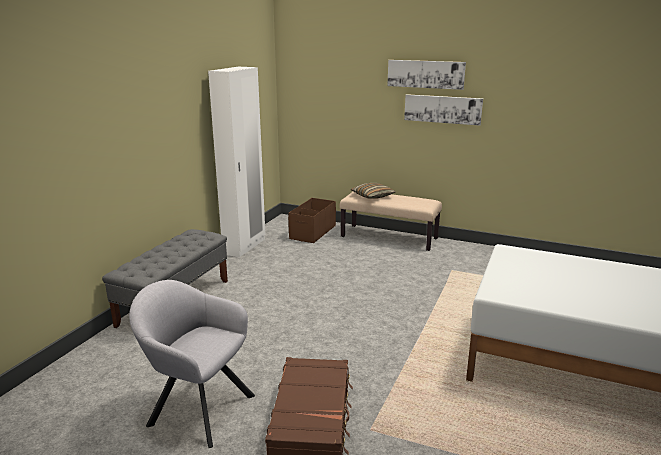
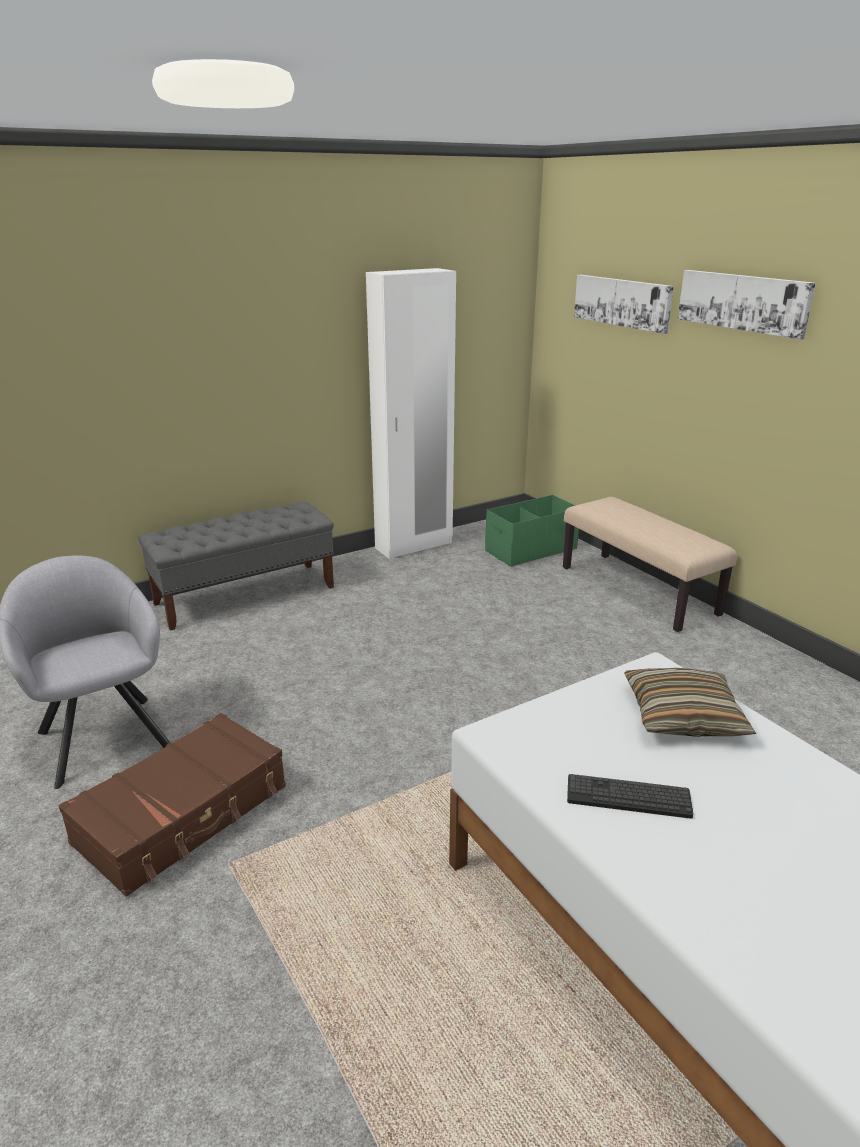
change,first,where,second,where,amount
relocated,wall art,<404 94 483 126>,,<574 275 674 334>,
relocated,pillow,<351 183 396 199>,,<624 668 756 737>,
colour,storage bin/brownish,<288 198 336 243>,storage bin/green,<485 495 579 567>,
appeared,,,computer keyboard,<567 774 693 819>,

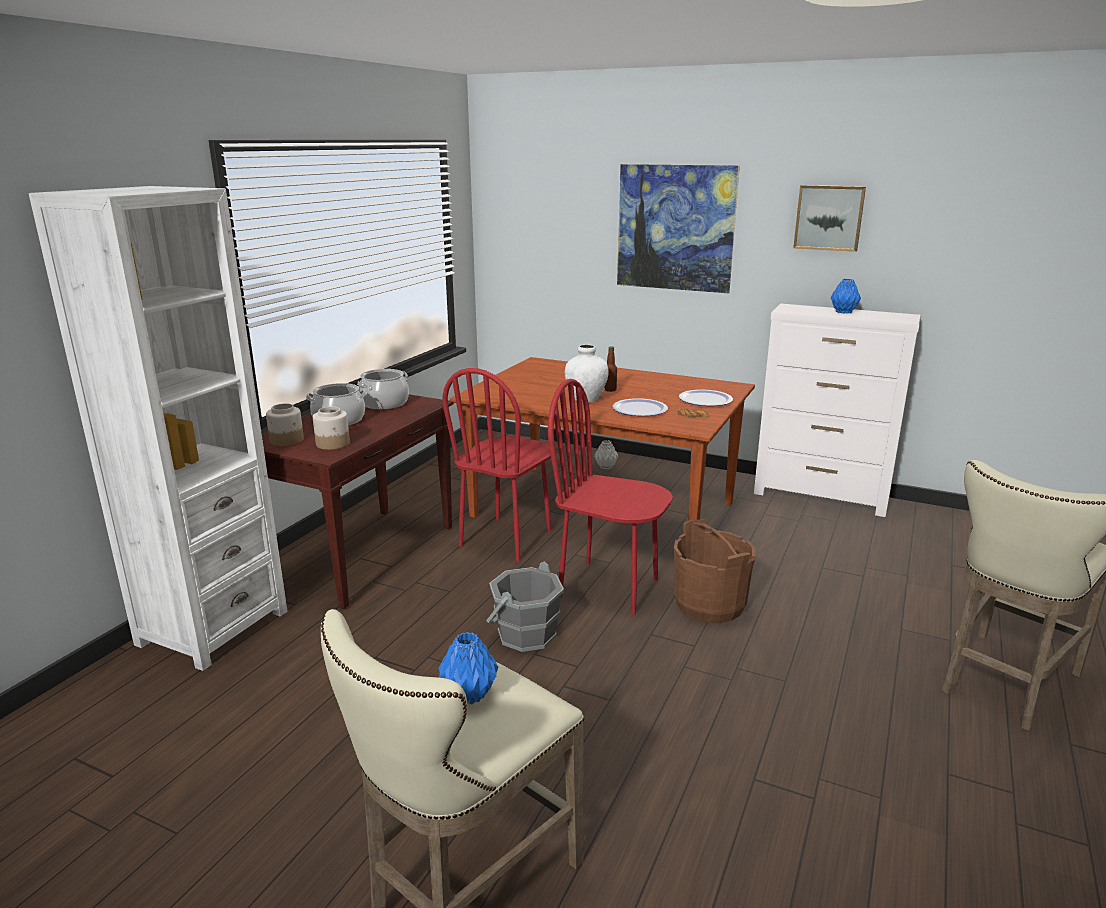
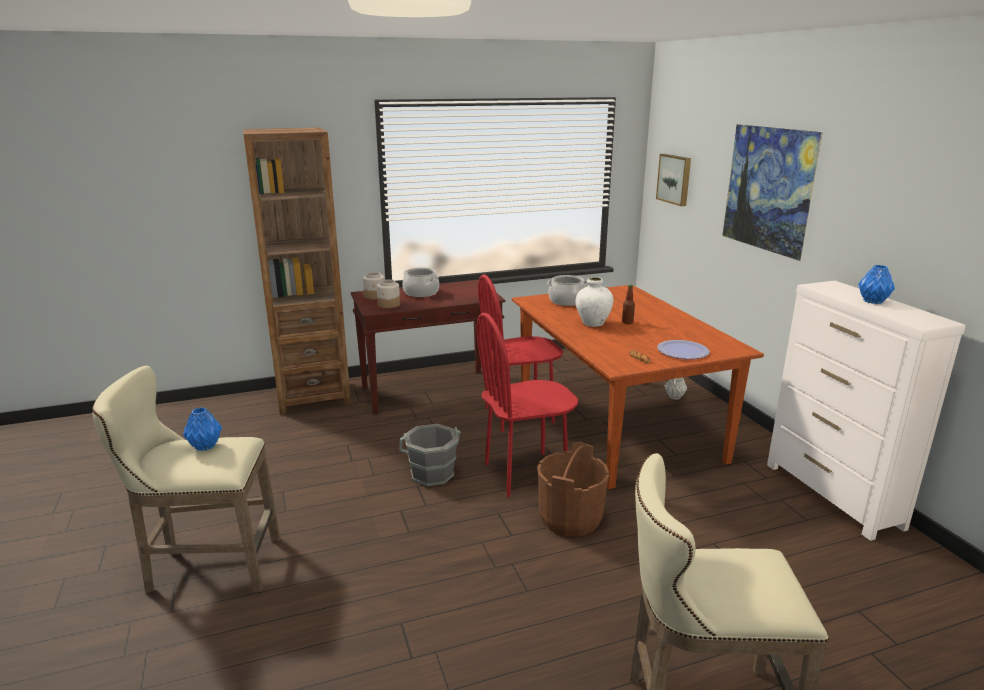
change,first,where,second,where,amount
relocated,wall art,<793 185 866 252>,,<656 154 691 206>,
colour,shelving unit/white,<29 186 287 671>,shelving unit/brownish,<243 128 351 414>,
relocated,saucepot,<357 369 409 409>,,<547 275 588 306>,
spun,plain chair/red-coloured,<548 379 673 615>,,<476 313 578 497>,90 degrees counterclockwise
missing,flat dish,<612 398 668 416>,,,

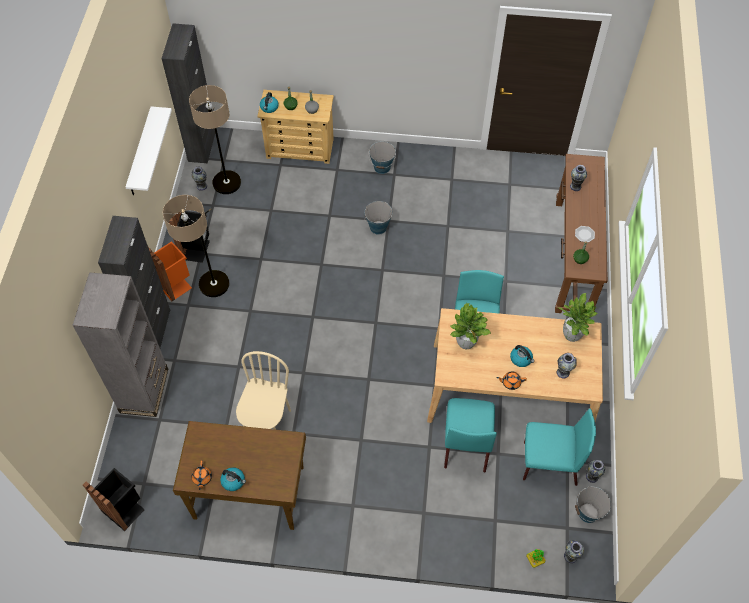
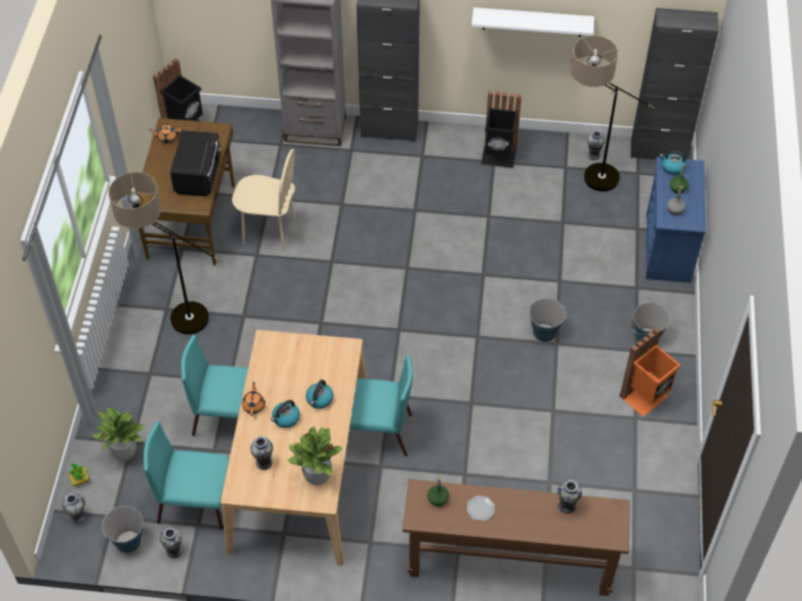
change,first,where,second,where,amount
colour,drawer chest/sand-coloured,<257 90 334 164>,drawer chest/blue-coloured,<646 157 706 283>,
relocated,floor lamp,<163 195 229 297>,,<108 172 223 334>,
relocated,waste bin/orangey,<148 241 192 301>,,<620 328 681 416>,
relocated,potted plant,<450 303 491 349>,,<93 408 145 461>,
spun,plain chair/blue-green,<523 408 596 486>,,<143 421 230 530>,90 degrees clockwise
relocated,water kettle,<220 468 246 491>,,<306 380 334 409>,
appeared,,,microwave/blackish,<170 130 221 196>,

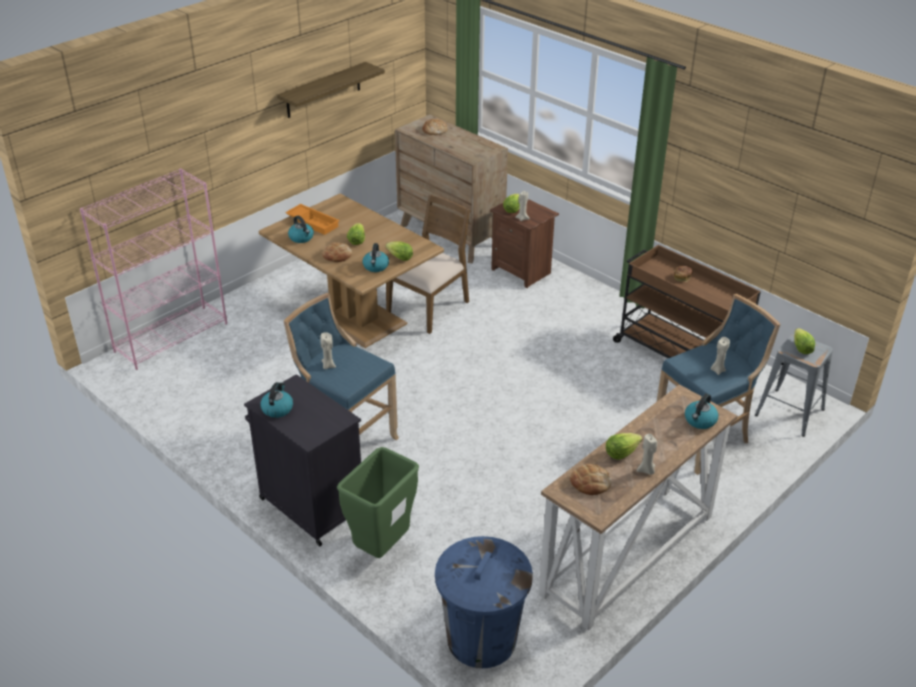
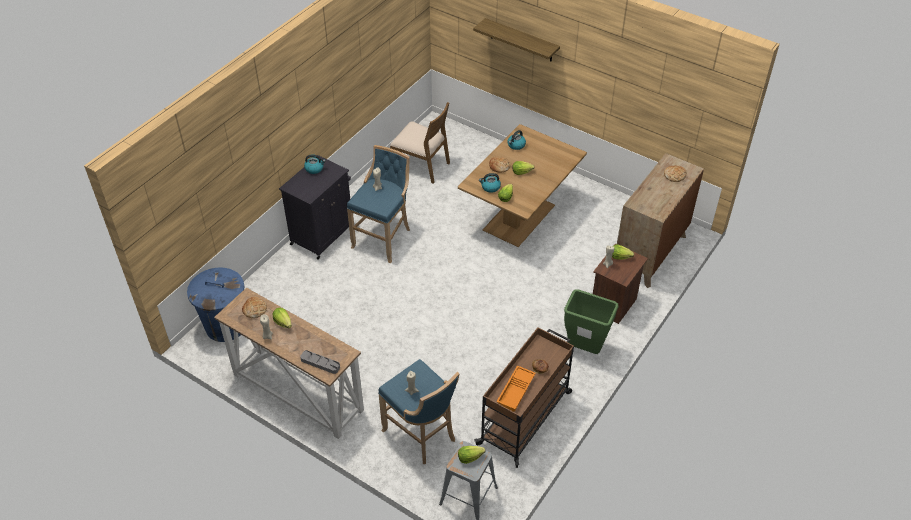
change,first,where,second,where,amount
relocated,shelf,<277 62 385 118>,,<473 18 560 61>,
missing,shelving unit/pink-coloured,<80 168 227 370>,,,
relocated,plain chair/brownish,<386 194 470 334>,,<390 102 450 184>,
relocated,serving tray/orangey,<285 204 340 235>,,<496 366 536 412>,
exchanged,water kettle,<685 393 718 429>,serving tray/grey,<300 350 340 374>,
relocated,waste bin/green,<337 447 419 558>,,<564 289 618 354>,

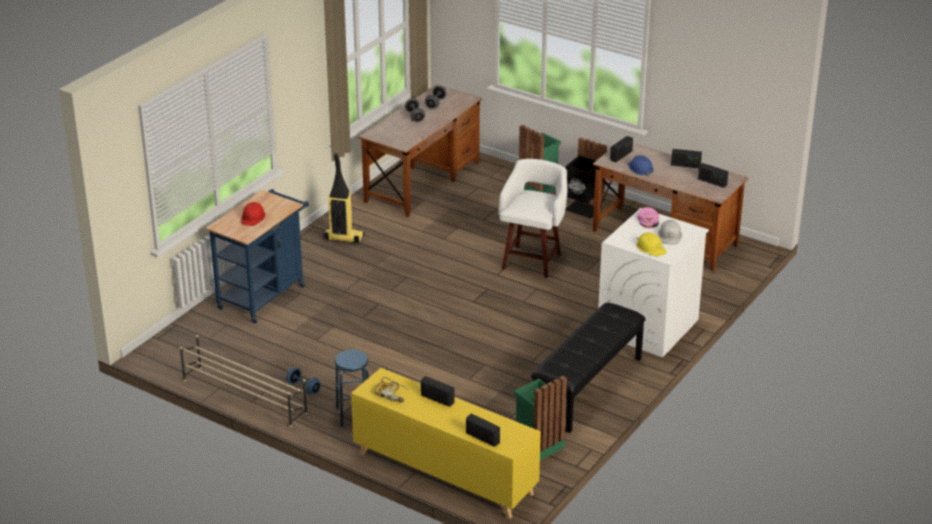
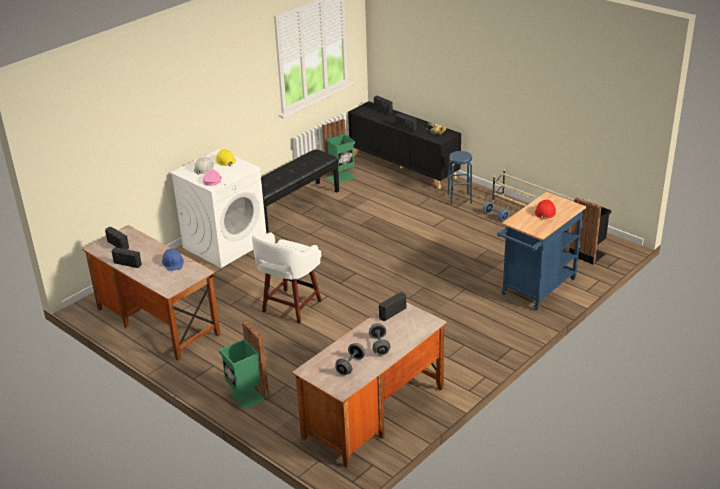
change,first,where,second,where,amount
relocated,radio,<610 136 633 162>,,<379 292 406 321>,
relocated,waste bin/blackish,<565 137 607 219>,,<569 197 611 264>,
missing,vacuum cleaner,<323 153 365 244>,,,
colour,storage cabinet/yellow-coloured,<351 368 541 519>,storage cabinet/blackish,<348 101 461 189>,

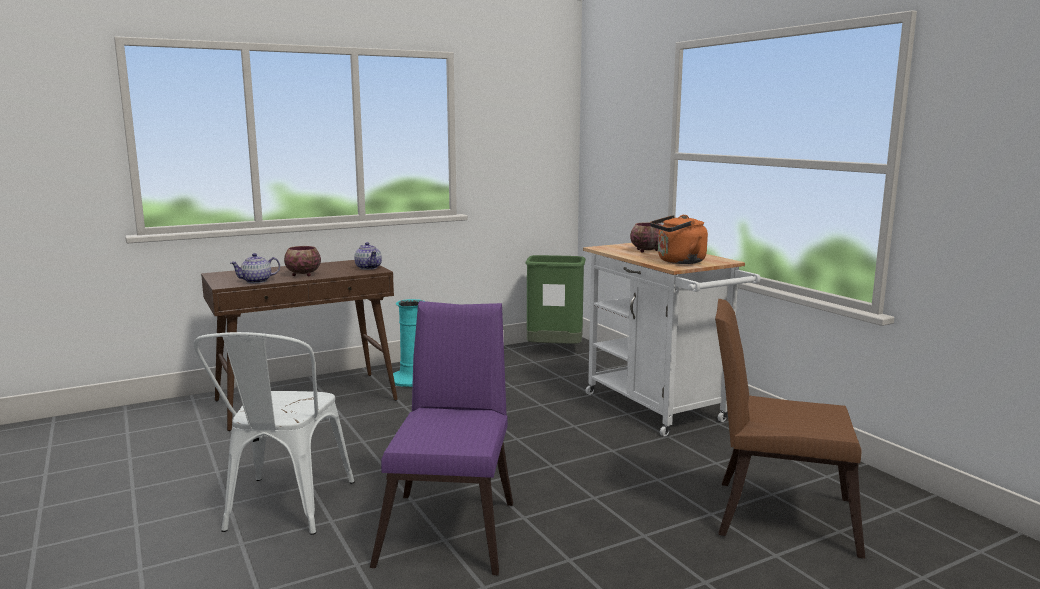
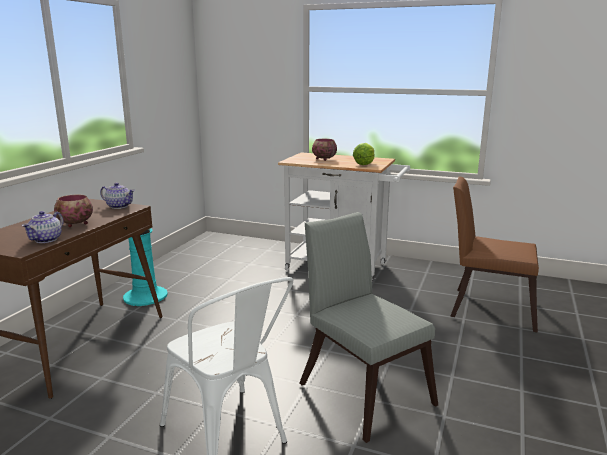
change,first,where,second,where,amount
exchanged,water kettle/orangey,<650 215 708 264>,lettuce head,<353 143 375 165>,
missing,waste bin/green,<525 255 586 344>,,,
spun,plain chair/brownish,<715 299 865 559>,,<450 176 539 332>,45 degrees clockwise
colour,plain chair/purplish,<370 301 513 575>,plain chair/grey,<300 212 438 443>,

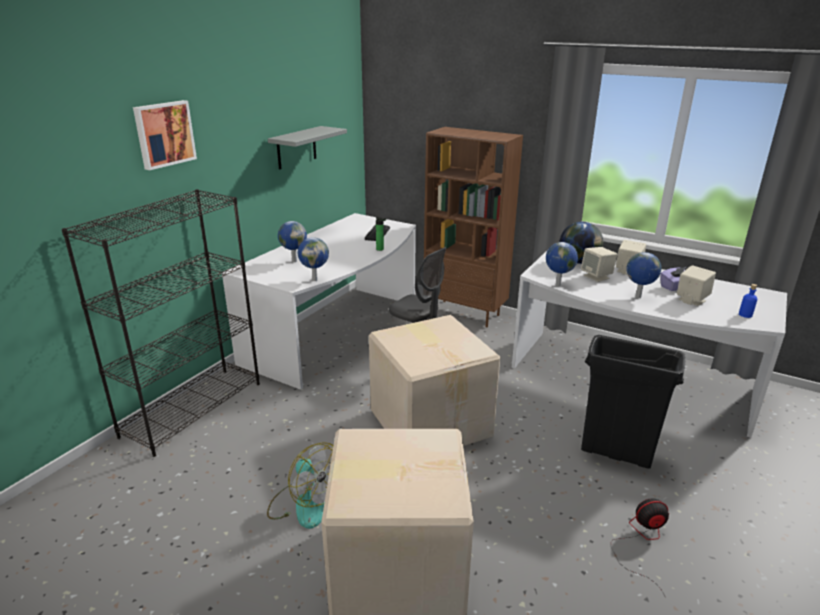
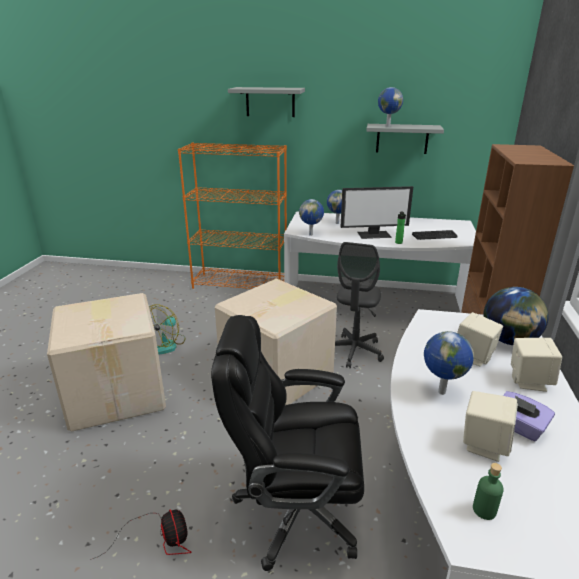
change,first,where,second,where,amount
exchanged,wall art,<133 100 197 170>,shelf/grey,<228 87 305 117>,
colour,shelving unit/blackish,<62 189 260 457>,shelving unit/orangey,<178 142 287 289>,
relocated,globe,<546 242 578 287>,,<378 87 403 126>,
colour,bottle/blue-coloured,<739 284 757 318>,bottle/green,<473 463 504 520>,
exchanged,waste bin/blackish,<581 335 686 469>,desk chair/blackish,<211 315 364 571>,
appeared,,,monitor,<341 186 413 239>,

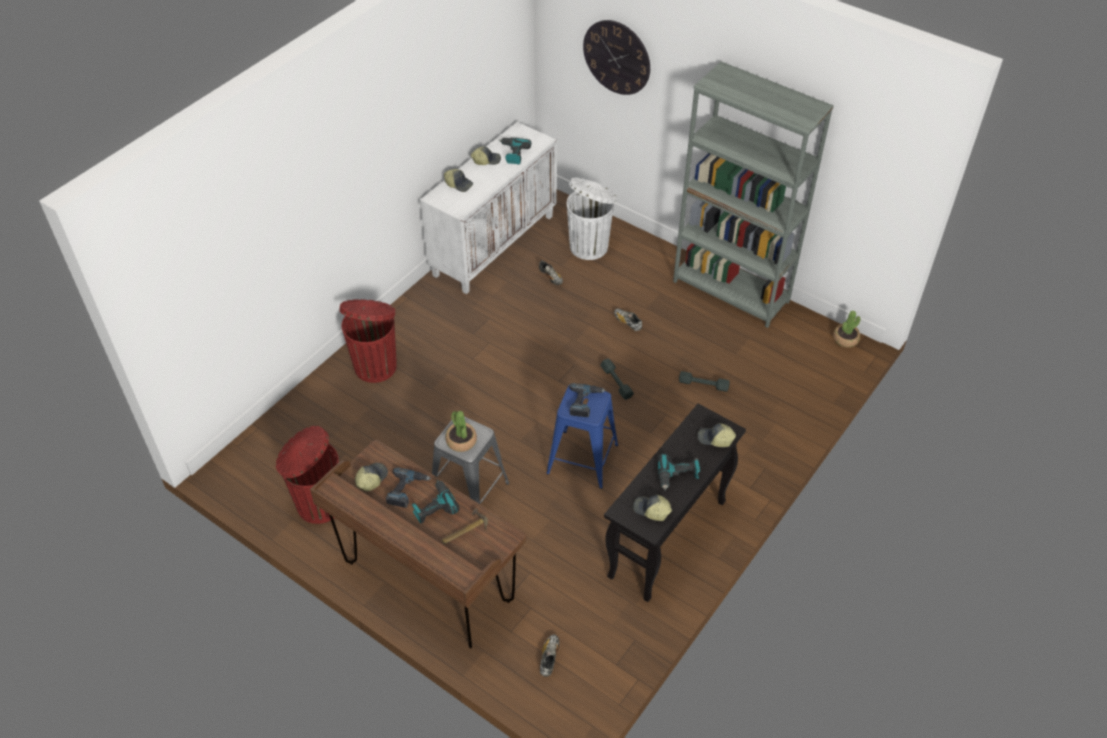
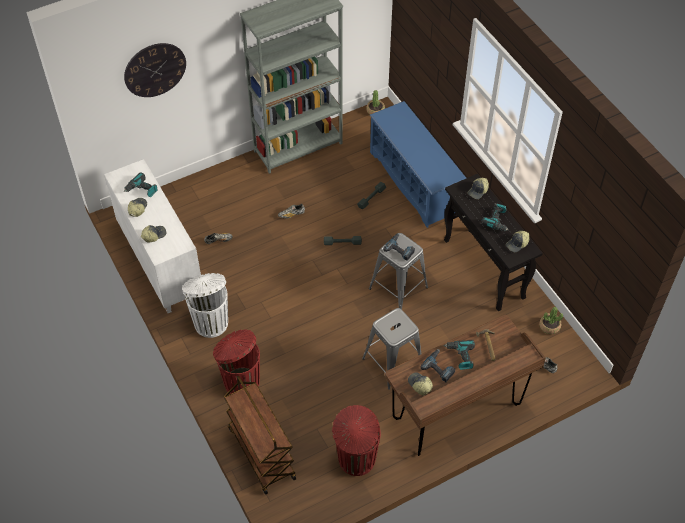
change,first,where,second,where,amount
relocated,waste bin/white,<567 178 617 260>,,<182 273 228 338>,
colour,stool/blue-coloured,<546 386 618 489>,stool/grey,<369 233 428 309>,
relocated,potted plant,<445 411 477 452>,,<539 307 563 334>,
appeared,,,shoe stand/blue-coloured,<370 101 466 228>,
appeared,,,trolley/brownish,<224 376 296 495>,

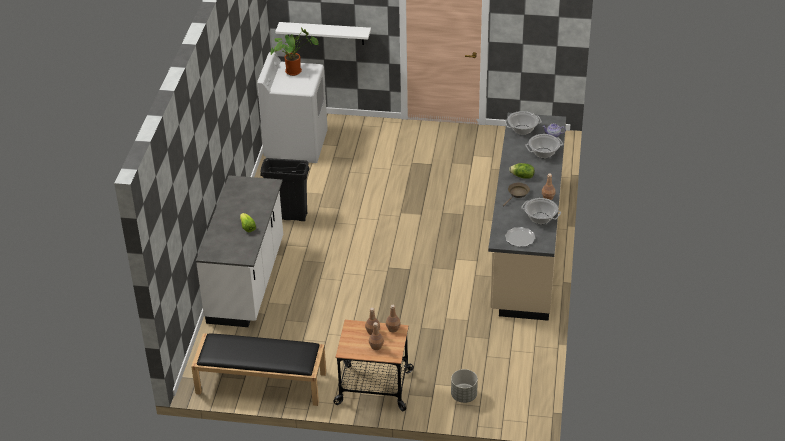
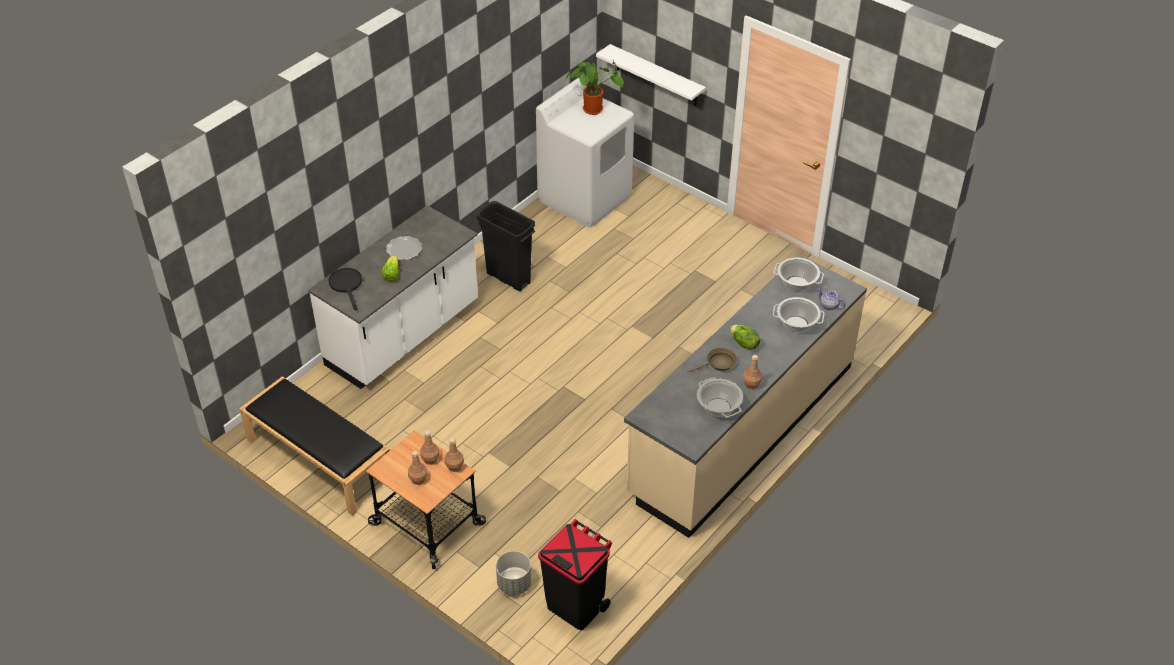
change,first,where,second,where,amount
relocated,flat dish,<505 227 535 247>,,<386 236 422 260>,
appeared,,,pan/blackish,<328 268 362 310>,
appeared,,,waste bin/blackish,<538 519 612 630>,

